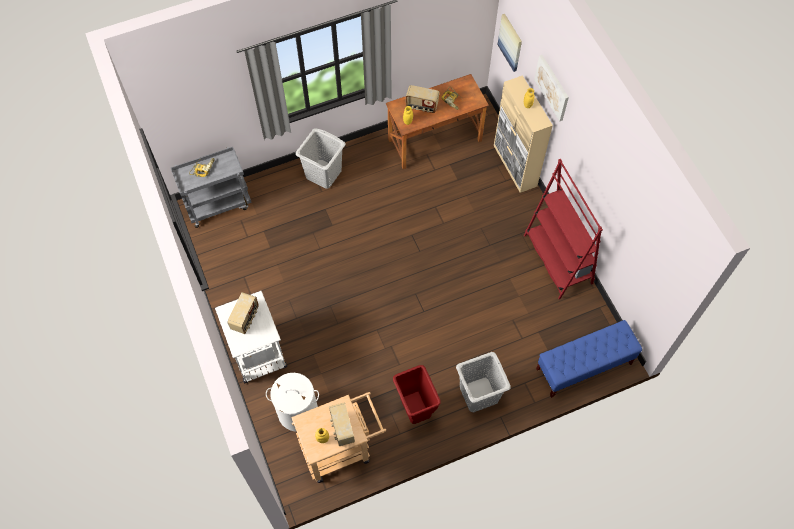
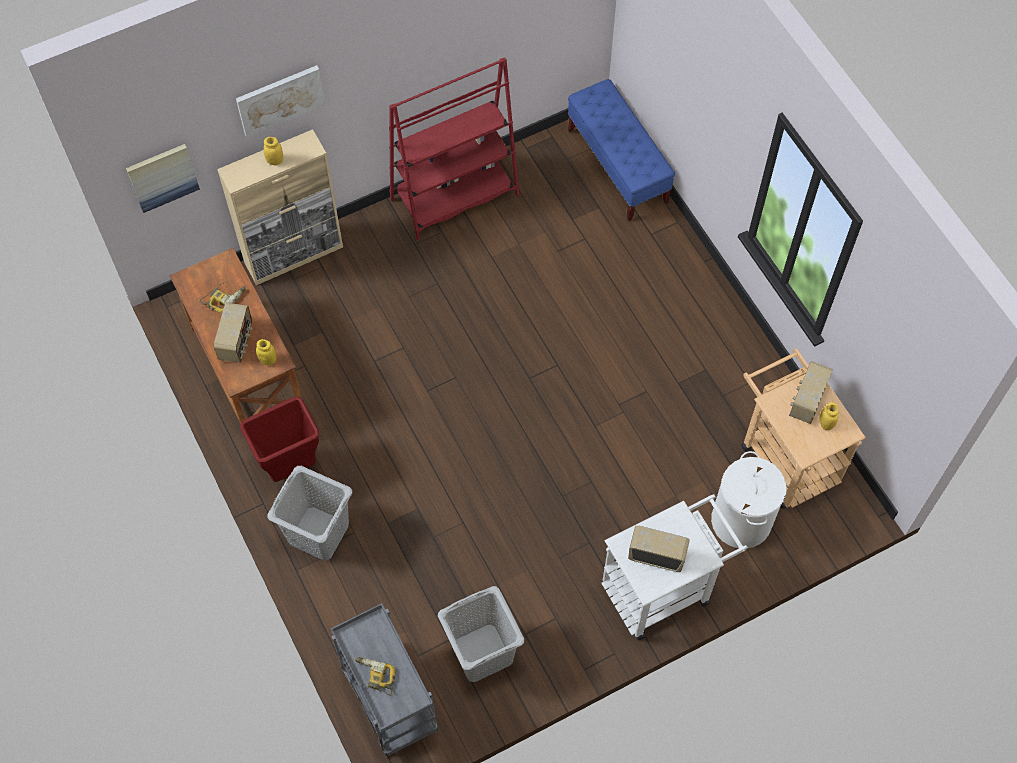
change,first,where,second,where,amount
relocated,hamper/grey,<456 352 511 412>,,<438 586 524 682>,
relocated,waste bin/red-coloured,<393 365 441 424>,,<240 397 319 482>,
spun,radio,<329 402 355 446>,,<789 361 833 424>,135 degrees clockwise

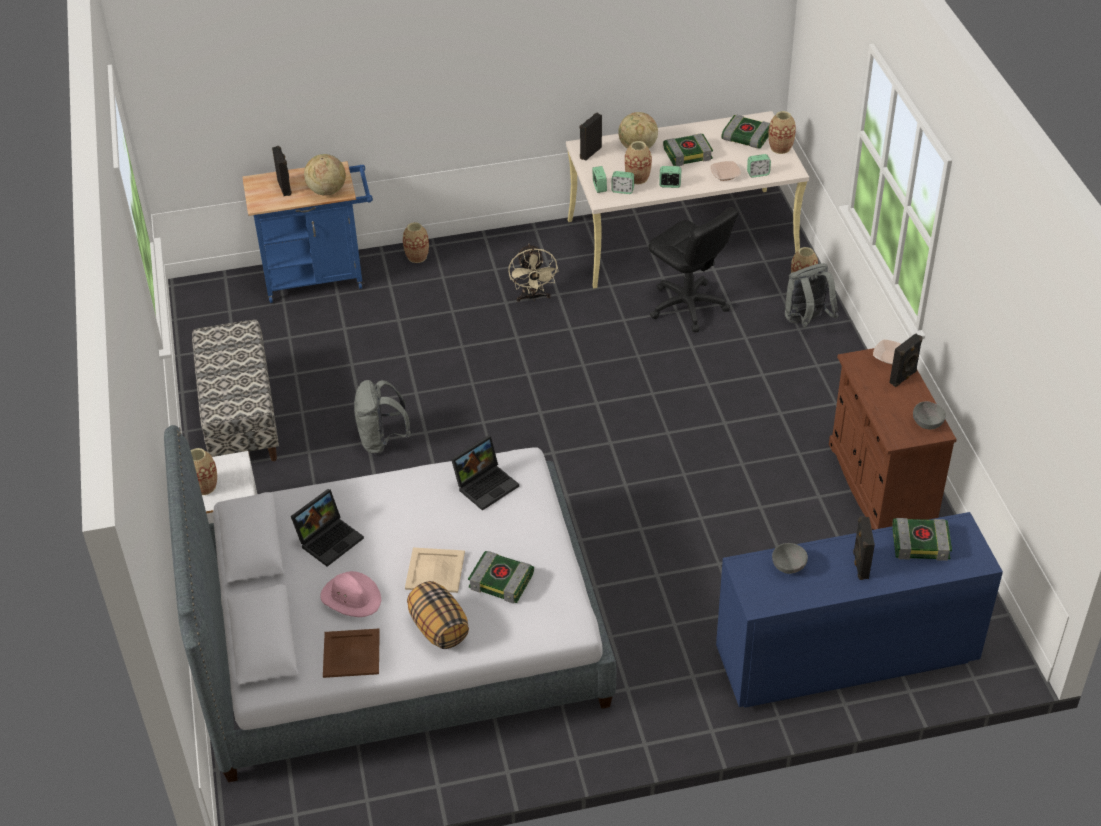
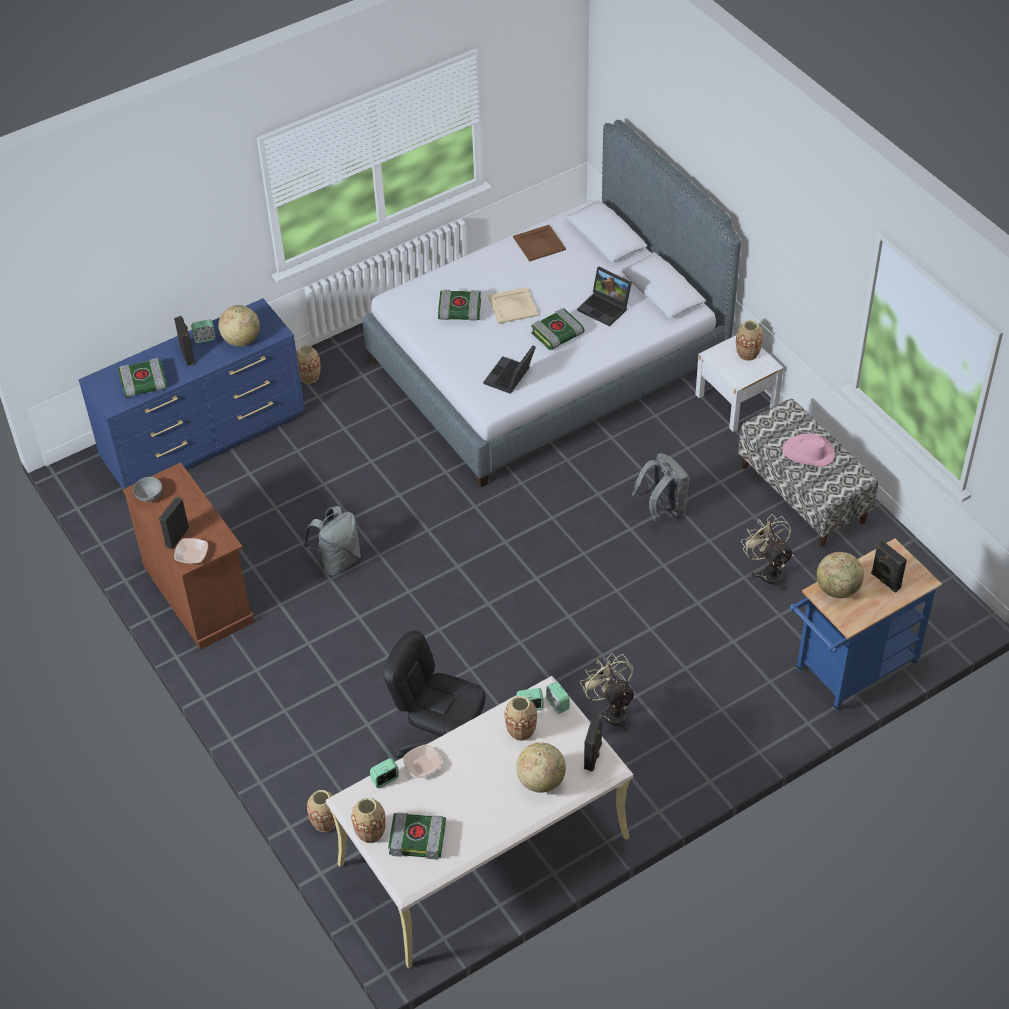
change,first,where,second,where,amount
relocated,volume,<663 133 713 166>,,<531 308 585 350>,
relocated,bedside clock,<659 166 681 188>,,<191 319 216 343>,
relocated,flower vase,<403 222 429 263>,,<296 345 321 384>,
relocated,rucksack/grey,<785 263 838 328>,,<304 506 361 576>,
spun,notebook computer,<291 489 364 567>,,<577 267 632 327>,75 degrees counterclockwise
exchanged,bowl/grey,<772 543 808 574>,globe,<218 305 260 346>,
relocated,wearable hat/pink-coloured,<320 571 381 617>,,<782 433 835 467>,
missing,pillow,<407 581 469 649>,,,
appeared,,,electric fan/sand-coloured,<741 514 794 591>,

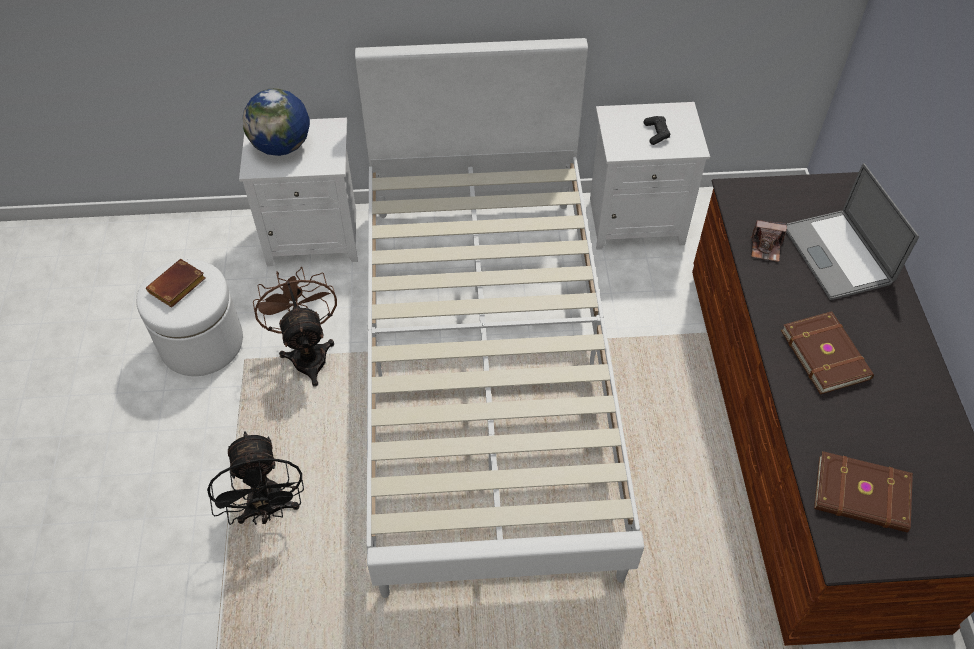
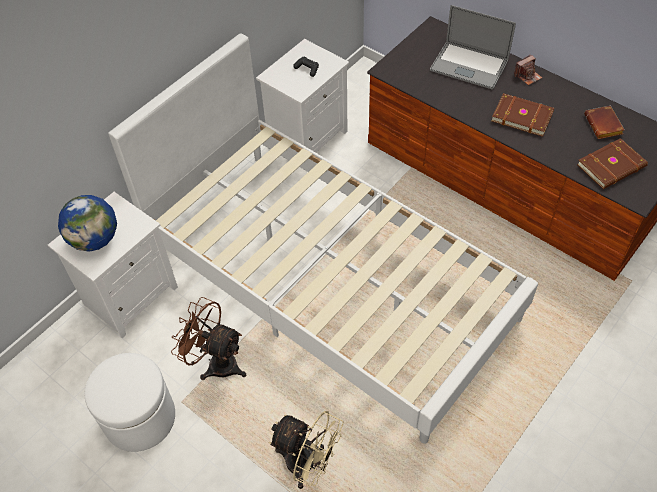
change,first,where,second,where,amount
relocated,still camera,<751 220 787 262>,,<514 54 542 85>,
relocated,volume/brownish,<146 259 206 308>,,<584 106 624 139>,
colour,electric fan/blackish,<207 432 304 525>,electric fan/sand-coloured,<269 411 344 489>,

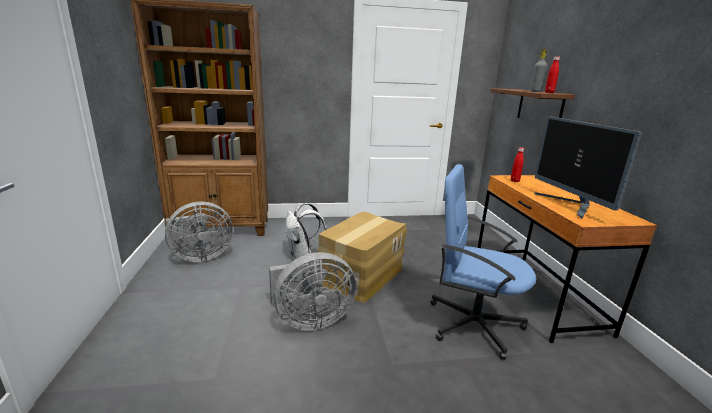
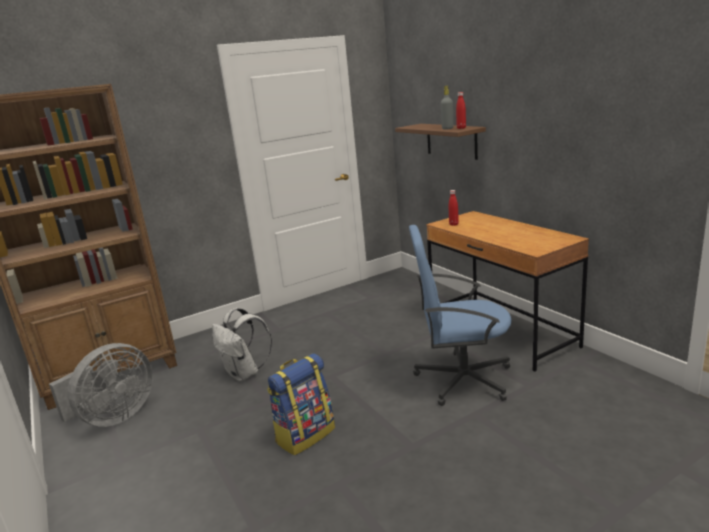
change,first,where,second,where,amount
missing,monitor,<534 116 642 219>,,,
missing,cardboard box,<318 212 407 303>,,,
exchanged,electric fan/grey,<269 252 356 330>,rucksack,<267 353 335 456>,

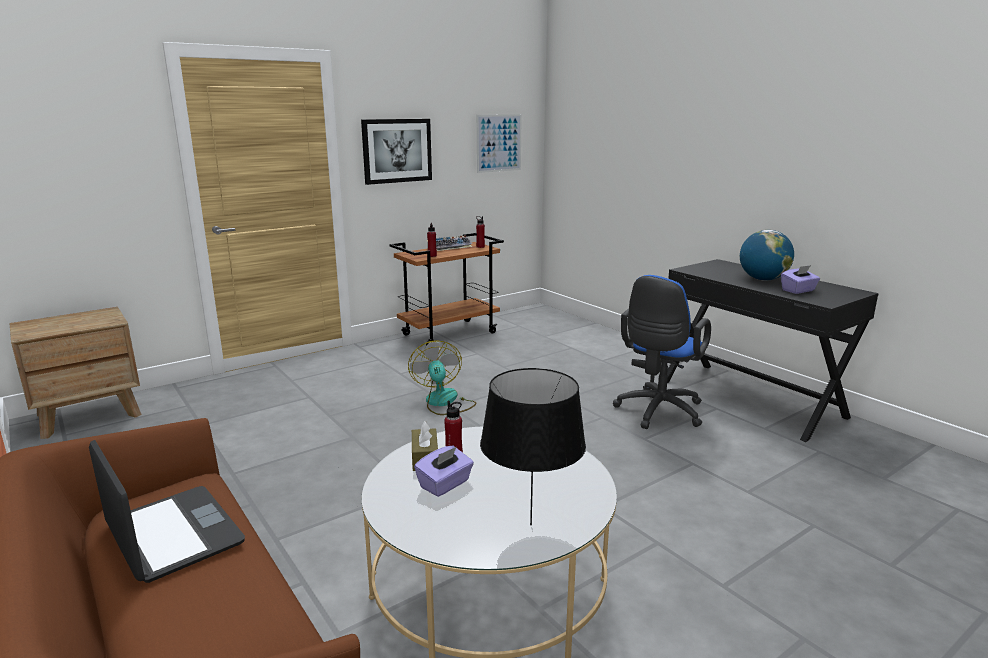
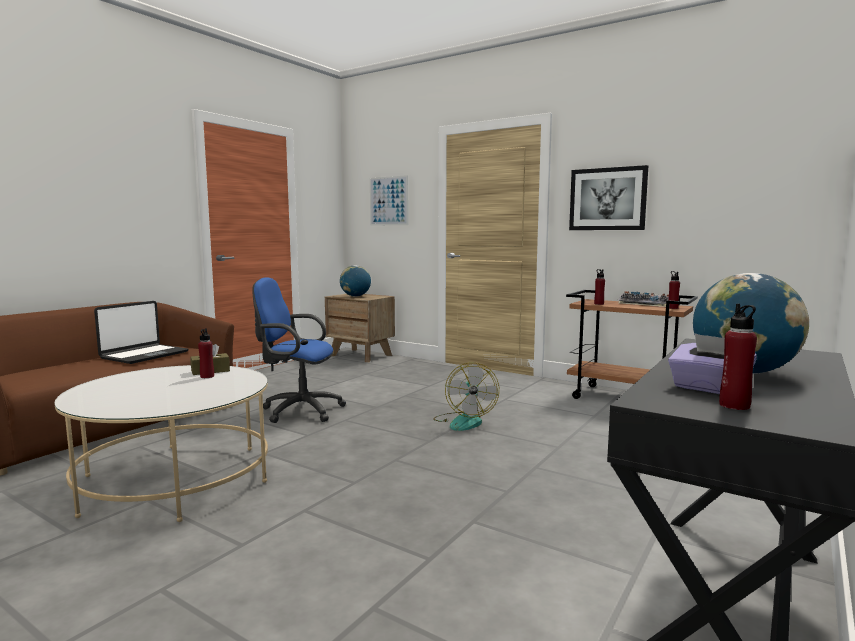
change,first,where,second,where,amount
relocated,wall art,<477 114 522 173>,,<370 175 408 226>,
relocated,desk chair/blue-coloured,<613 275 711 429>,,<252 277 346 423>,
spun,electric fan,<408 340 476 415>,,<433 363 499 431>,120 degrees clockwise
missing,tabletop lamp/blackish,<480 368 586 525>,,,
missing,tissue holder/purplish,<414 446 474 497>,,,
appeared,,,globe,<340 265 371 297>,
appeared,,,bottle/red-coloured,<719 304 757 410>,

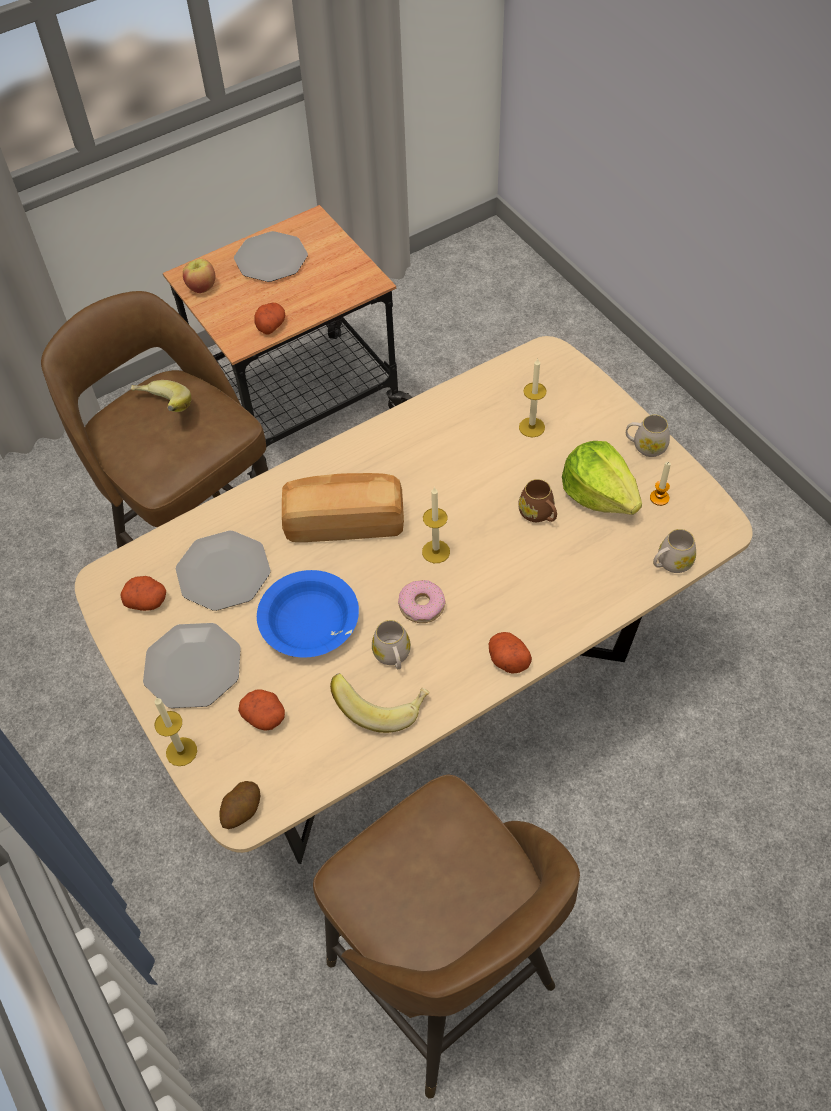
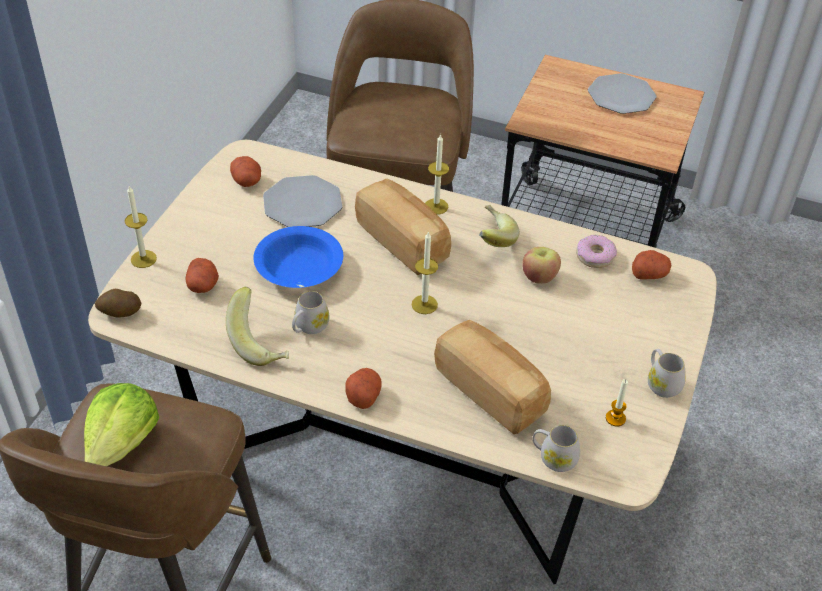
change,first,where,second,where,amount
relocated,whole apple,<183 259 215 293>,,<522 247 561 284>,
relocated,spud,<254 303 285 335>,,<632 250 671 279>,
relocated,candle,<519 359 547 437>,,<425 134 449 214>,
relocated,whole banana,<131 380 191 412>,,<479 205 519 247>,
relocated,lettuce head,<562 441 642 515>,,<84 383 159 466>,
missing,mug/brownish,<518 479 557 522>,,,
relocated,doughnut,<398 580 445 623>,,<576 235 617 268>,
missing,flat dish,<143 623 241 708>,,,
appeared,,,bakery bread,<434 320 551 434>,

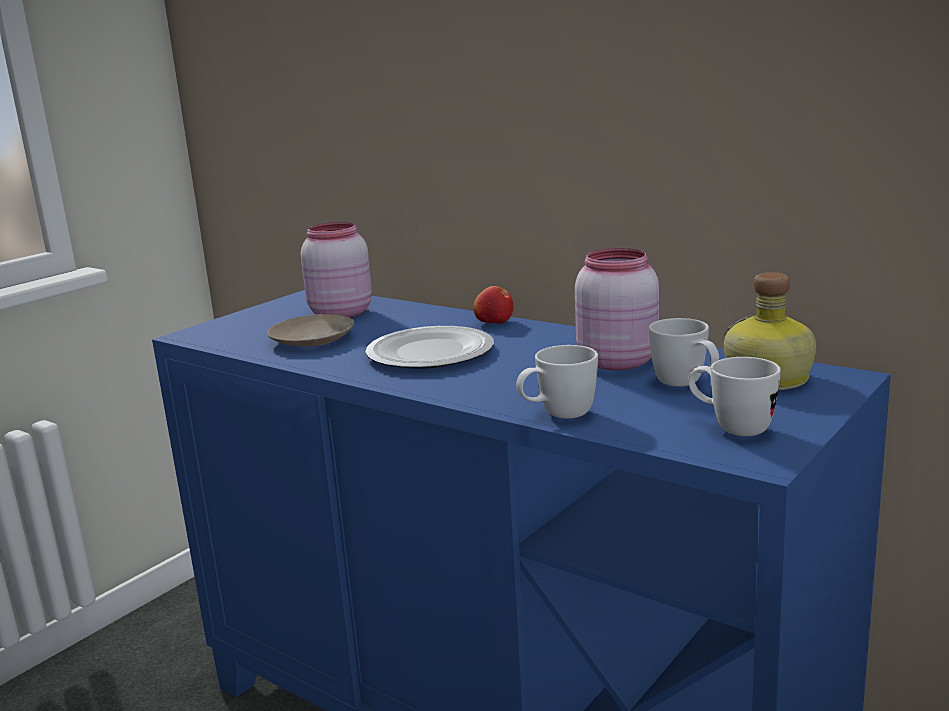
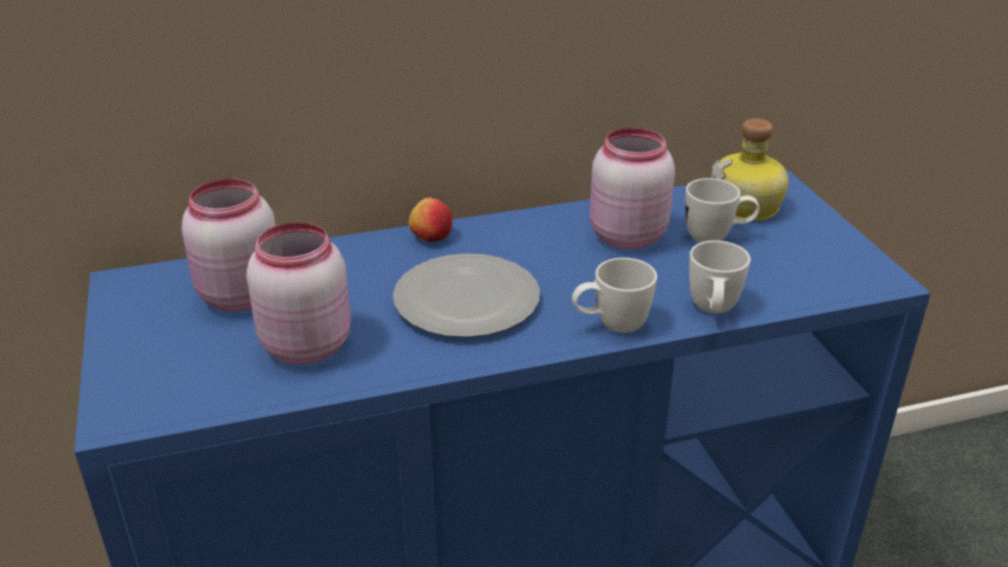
change,first,where,second,where,amount
exchanged,flat dish/sand-coloured,<267 314 354 346>,preserve jar/pink-coloured,<246 222 351 365>,
relocated,mug/white,<688 357 781 436>,,<572 258 657 333>,

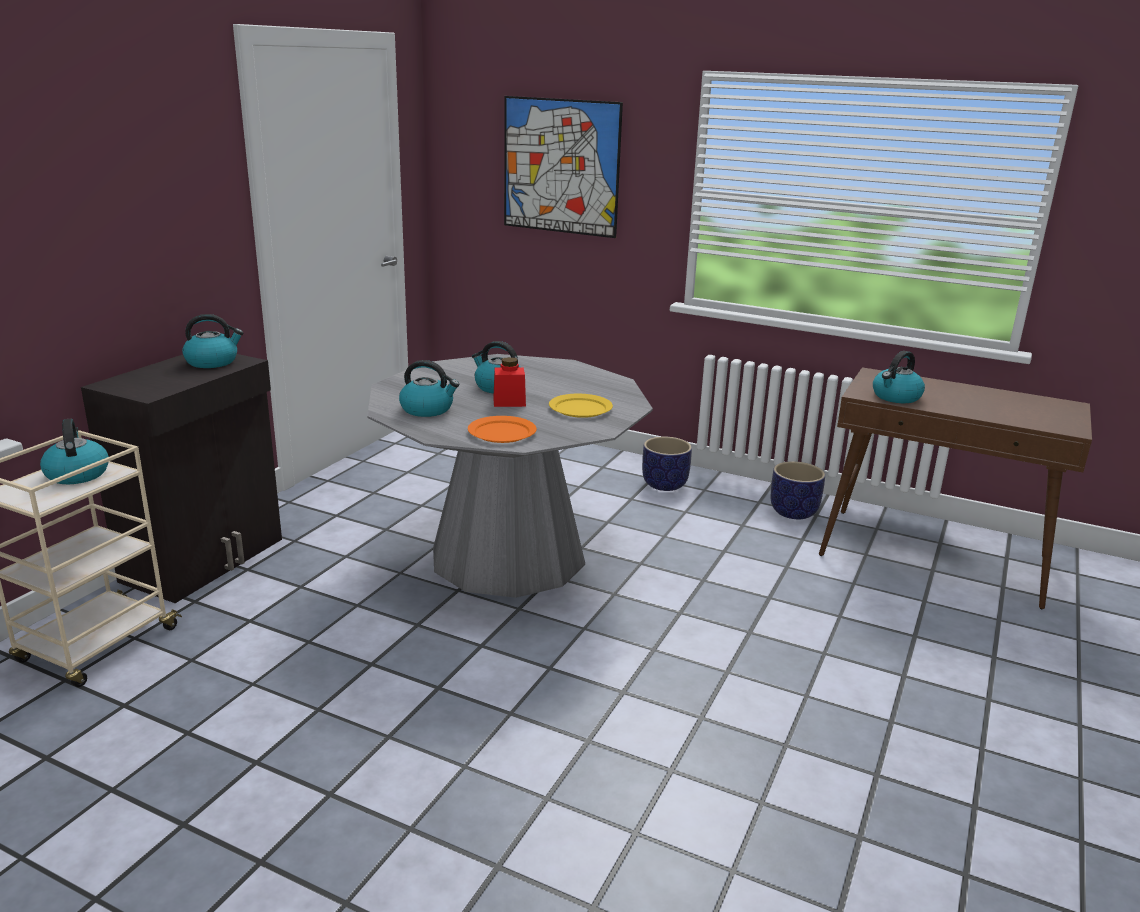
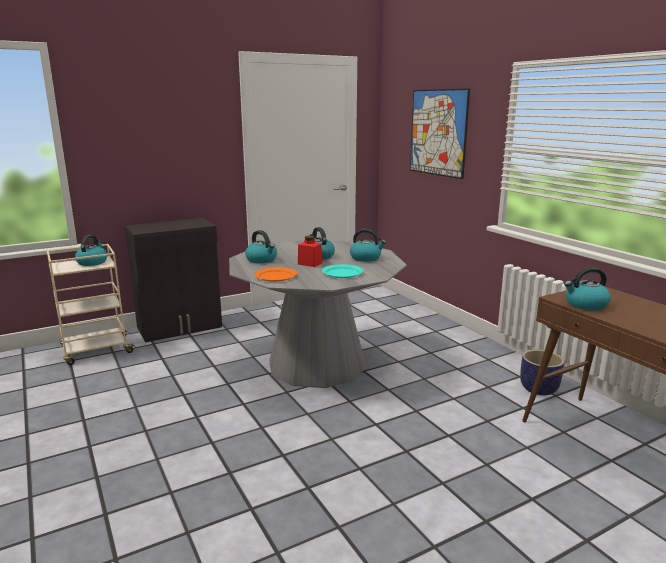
change,first,where,second,where,amount
relocated,water kettle,<182 314 244 368>,,<350 229 386 262>,
colour,flat dish/yellow-coloured,<549 394 613 418>,flat dish/blue-green,<322 264 364 278>,
missing,plant pot,<642 437 692 491>,,,

